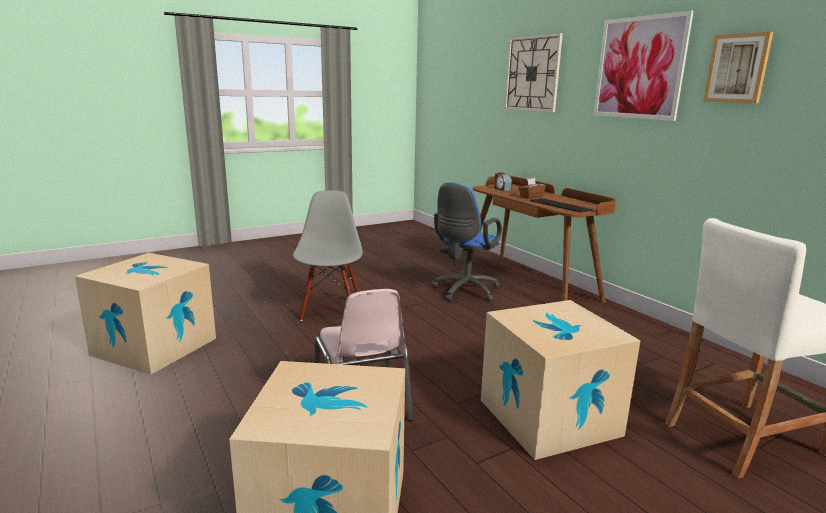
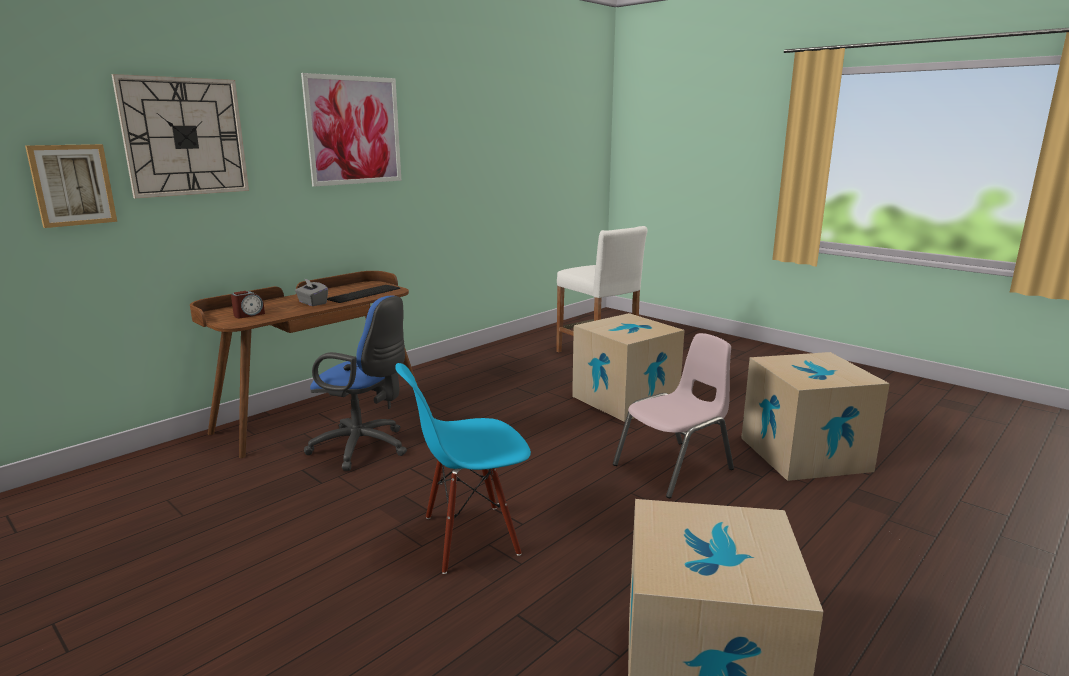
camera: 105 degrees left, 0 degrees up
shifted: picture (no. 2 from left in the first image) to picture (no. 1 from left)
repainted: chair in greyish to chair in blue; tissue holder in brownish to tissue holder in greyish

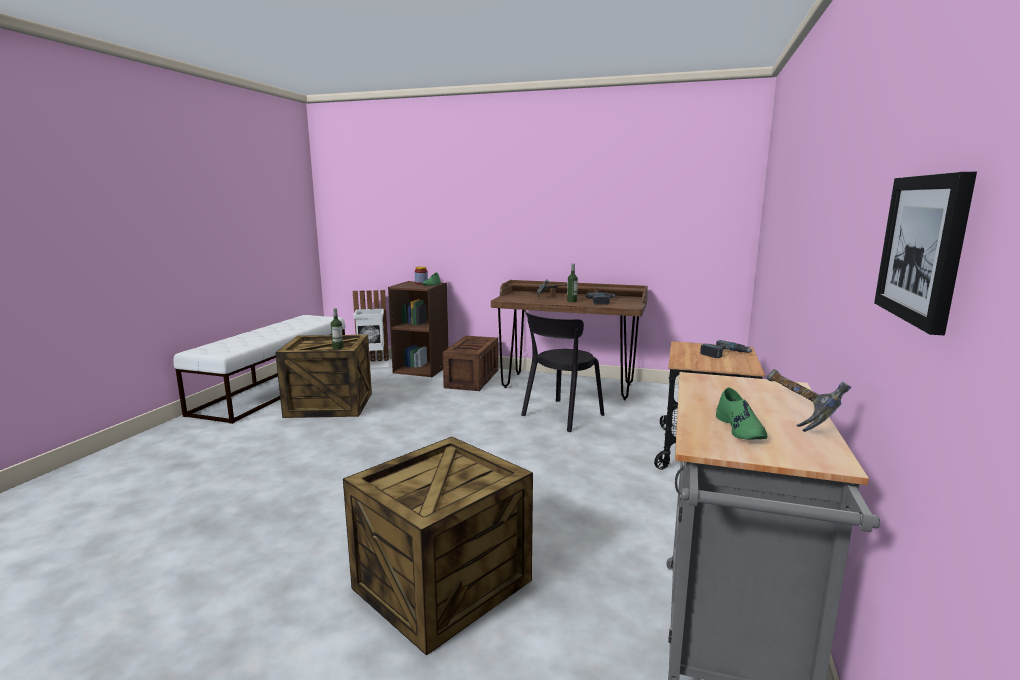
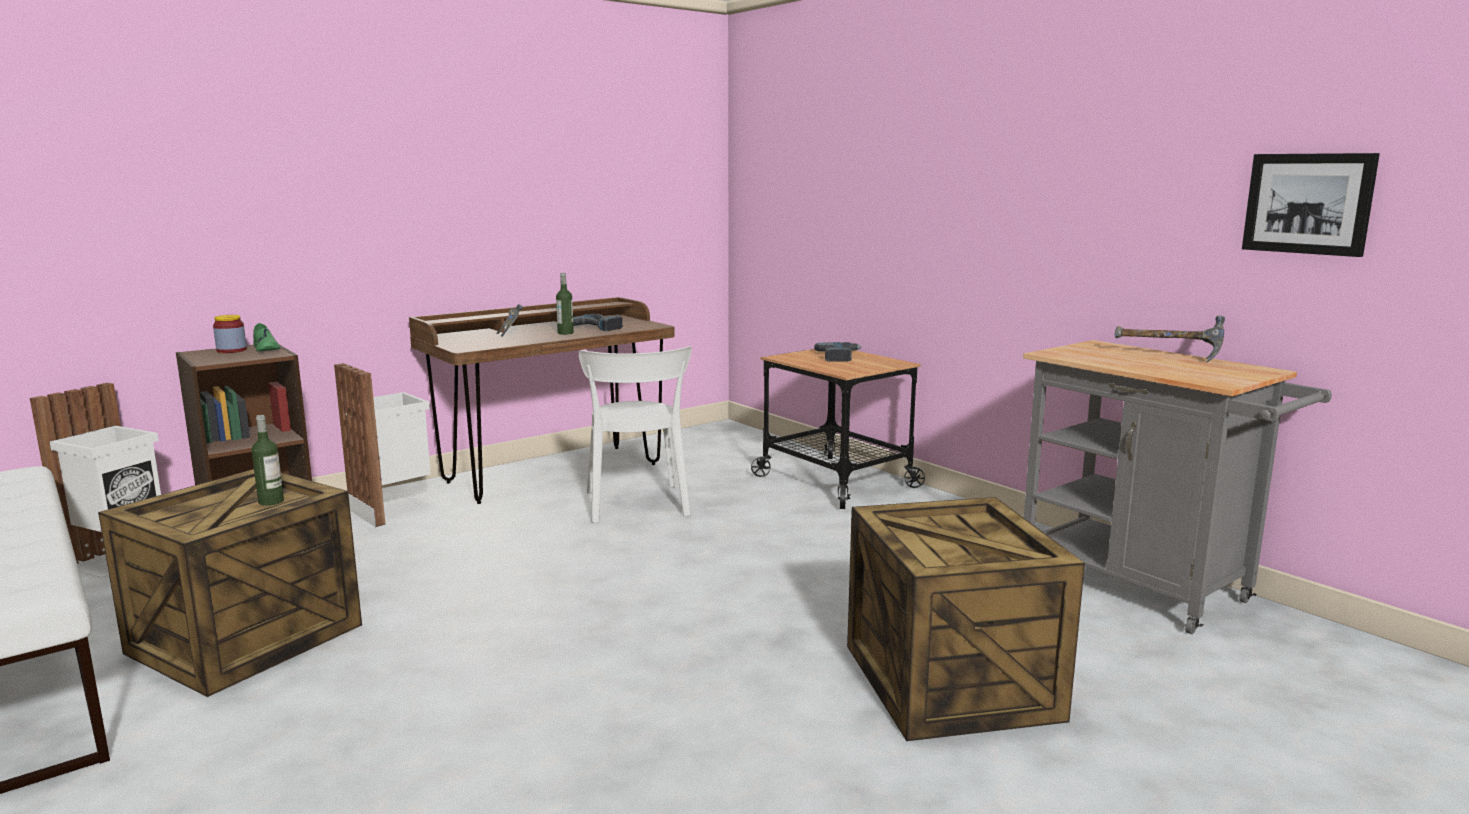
camera: 55 degrees left, 0 degrees up
gone: shoe in greenish (no. 2 from left)
swapped: crate (no. 3 from left) to rubbish bin in whitish (no. 2 from left)
repainted: chair in black-coloured to chair in whitish

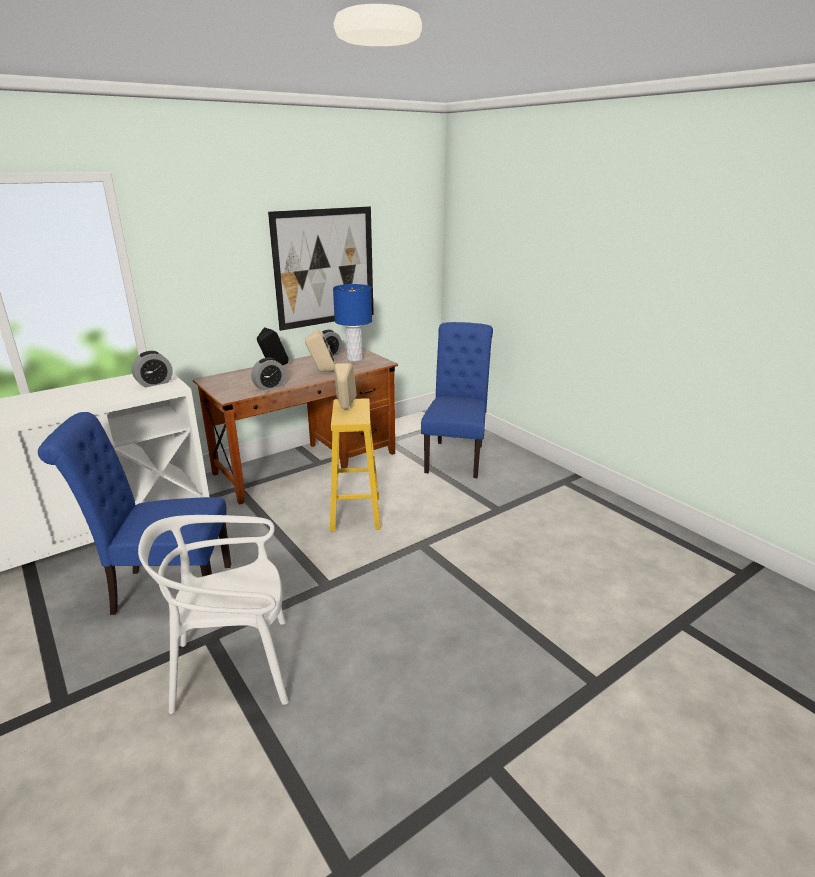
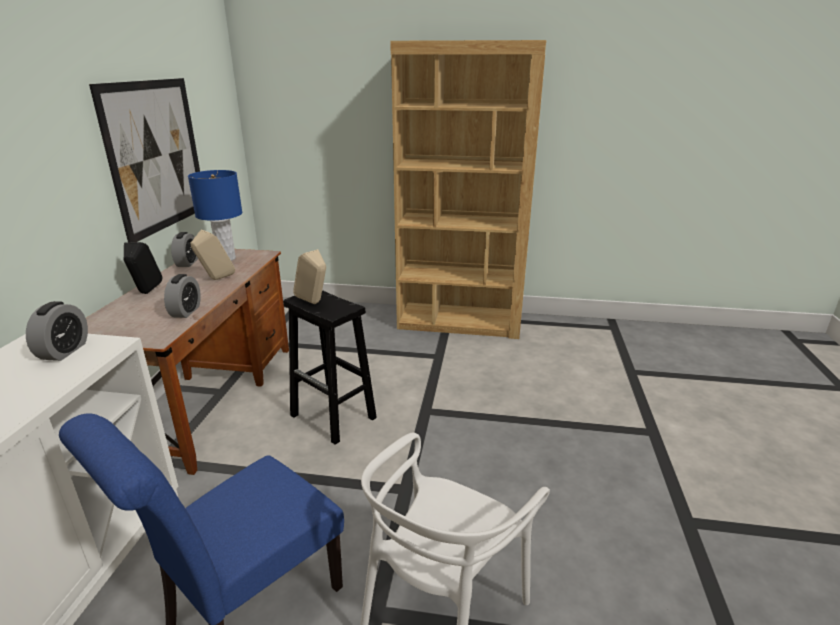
camera: 45 degrees left, 0 degrees up
gone: chair in blue (no. 2 from left)
new: shelving unit in brownish
repainted: sitting stool in yellow-coloured to sitting stool in black-coloured

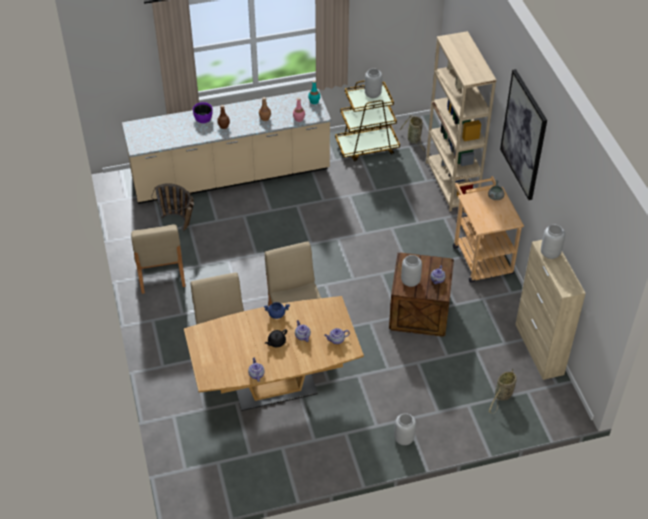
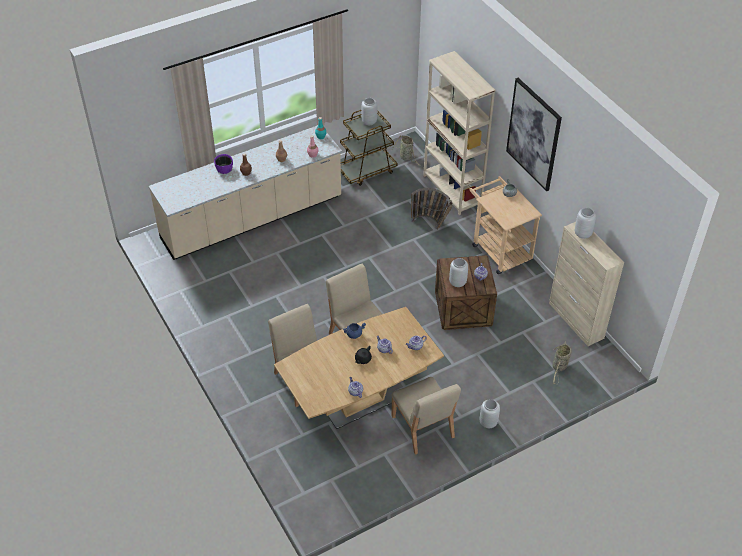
camera: 15 degrees left, 0 degrees up
shifted: chair in beige (no. 1 from left in the first image) to chair in beige (no. 3 from left); storage basket (no. 1 from left in the first image) to storage basket (no. 2 from left)

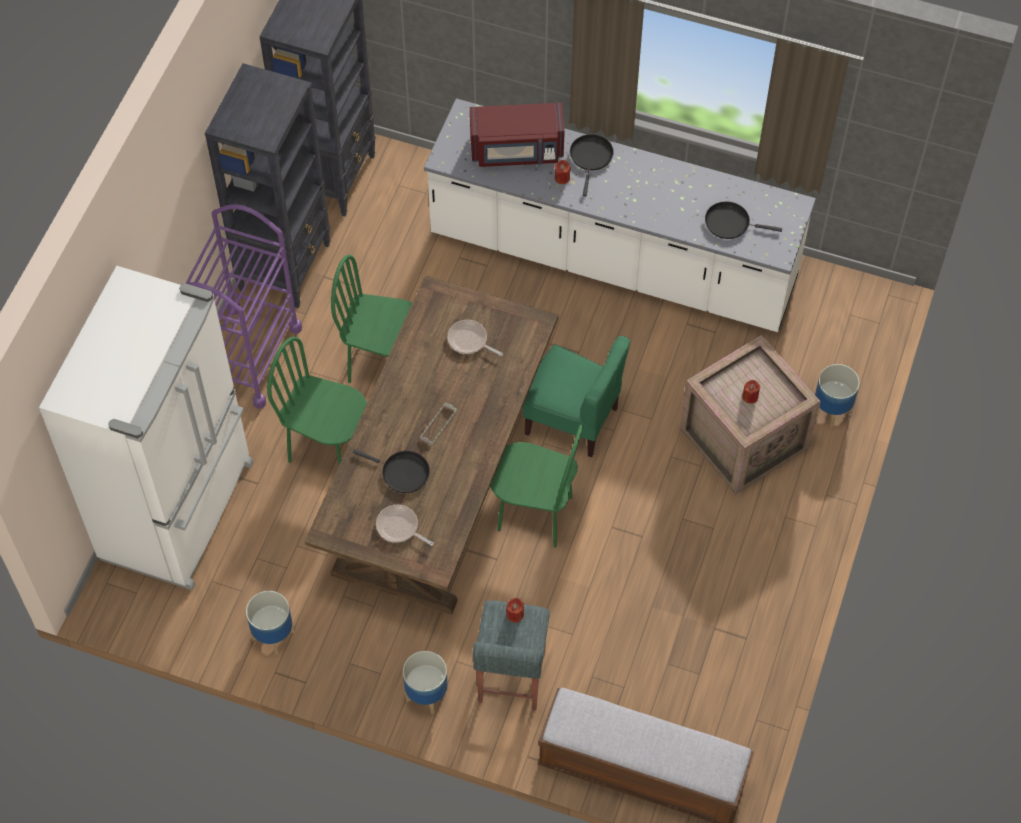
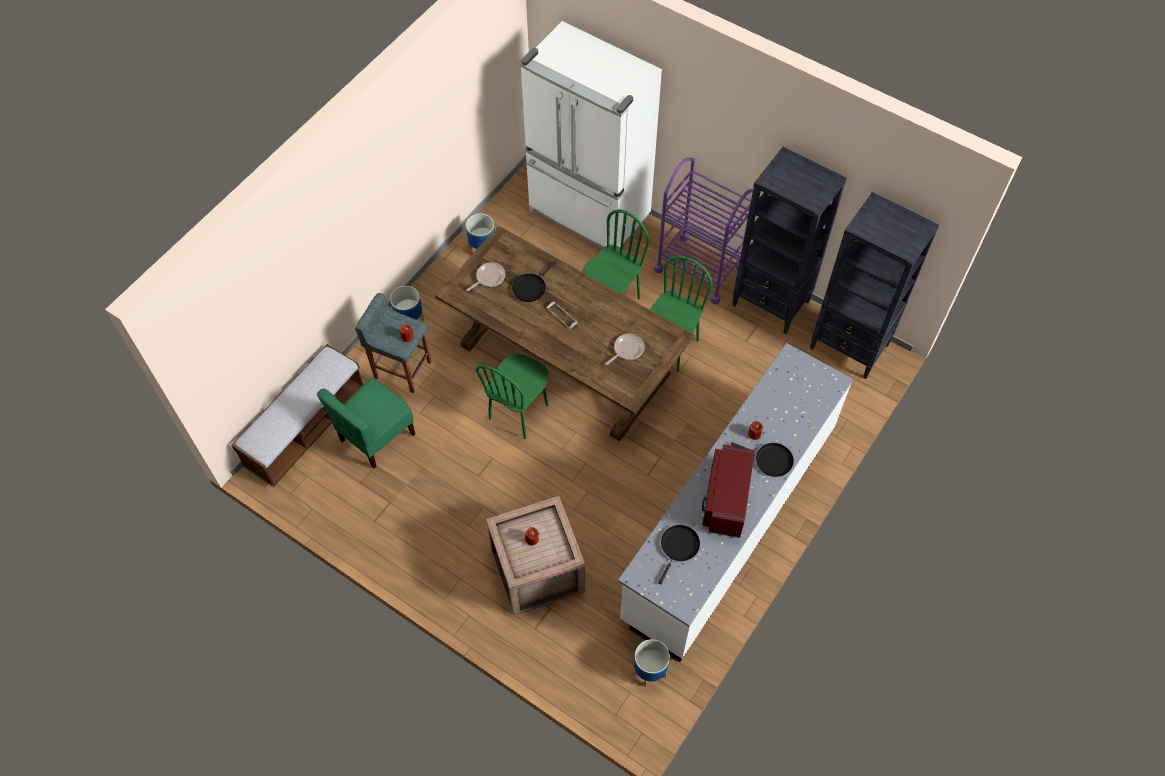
camera: 105 degrees right, 0 degrees up
shifted: microwave oven in red-coloured; chair in greenish (no. 4 from left in the first image) to chair in greenish (no. 1 from left); planter (no. 3 from left)

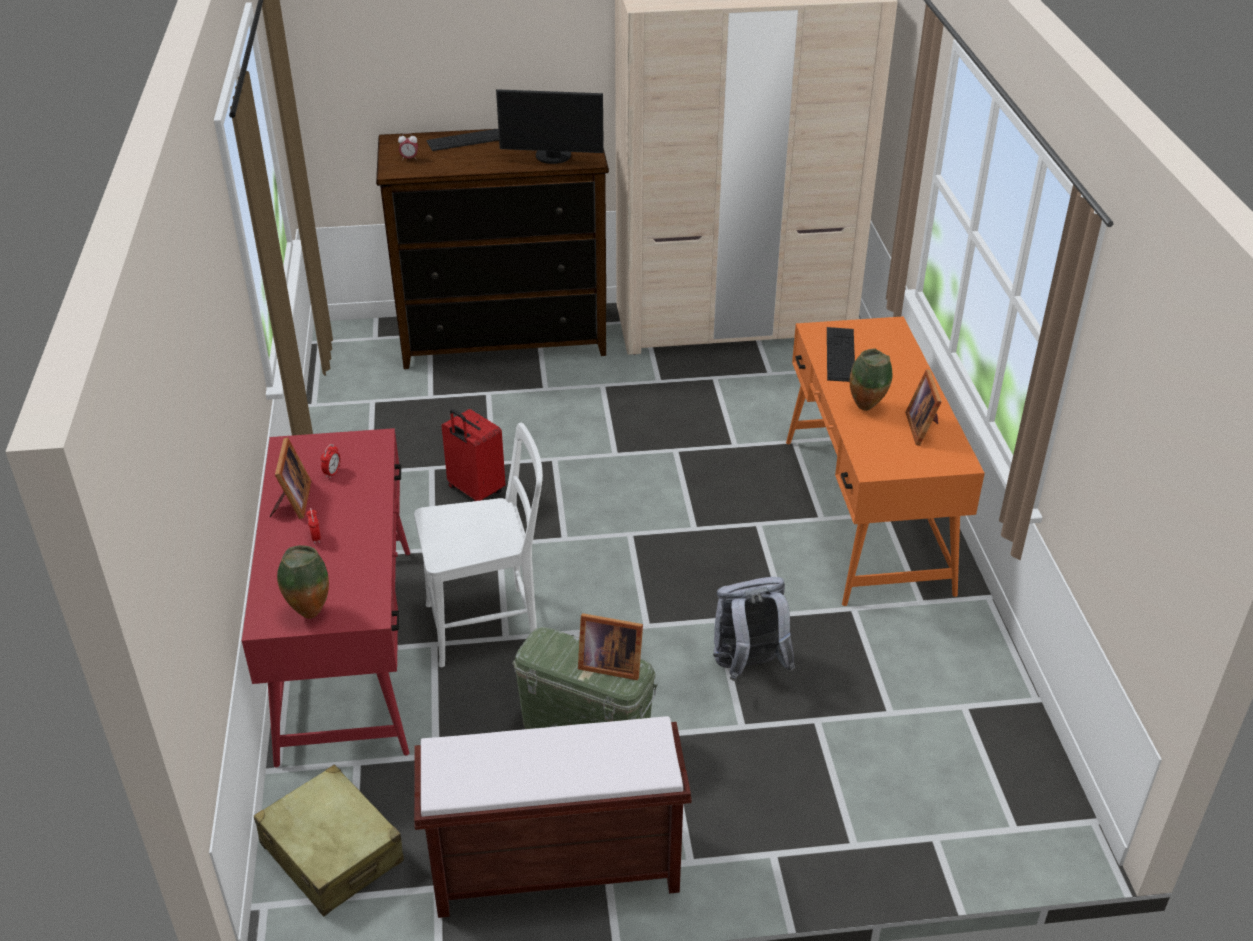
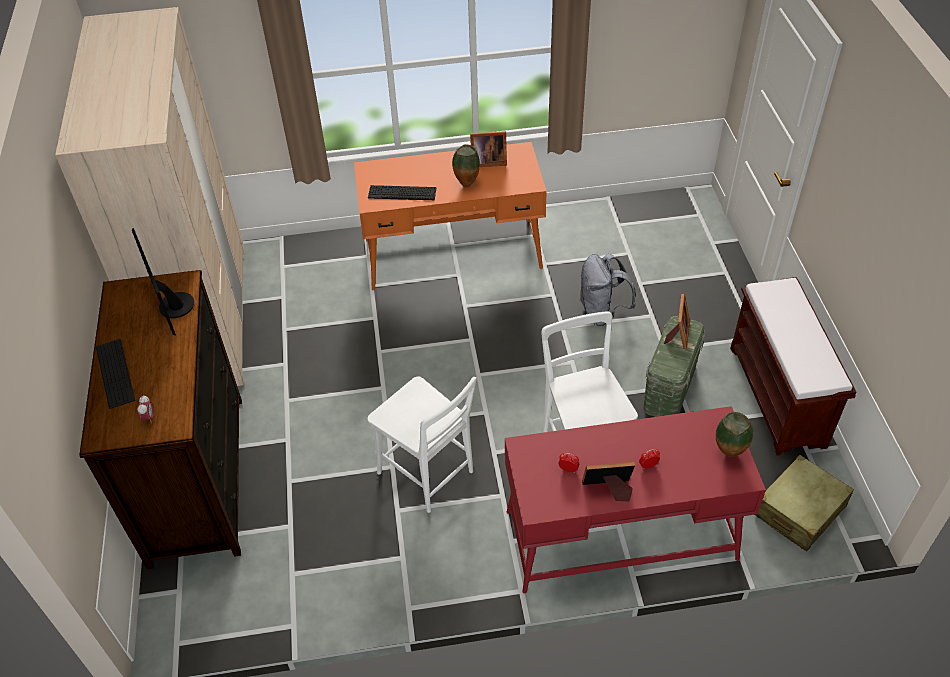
camera: 90 degrees left, 10 degrees up
swapped: piece of luggage in red-coloured to chair in whitish (no. 1 from left)
rotated: computer screen 150 degrees clockwise

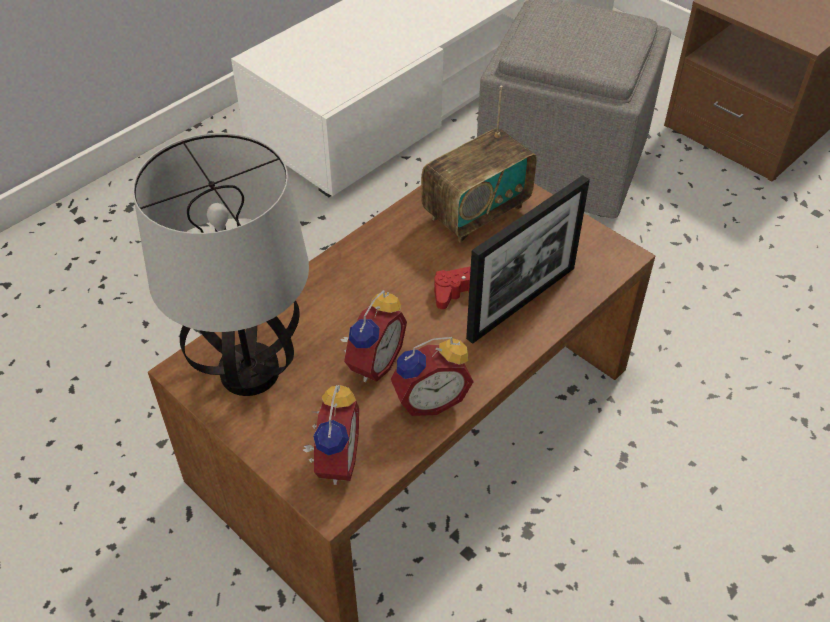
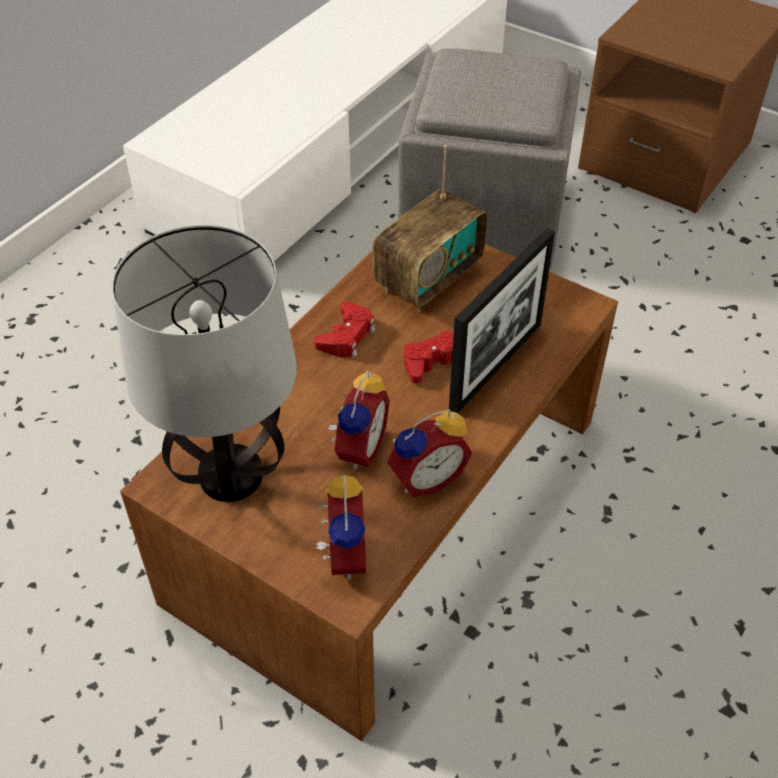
camera: 10 degrees left, 0 degrees up
new: gamepad in red-coloured (no. 1 from left)

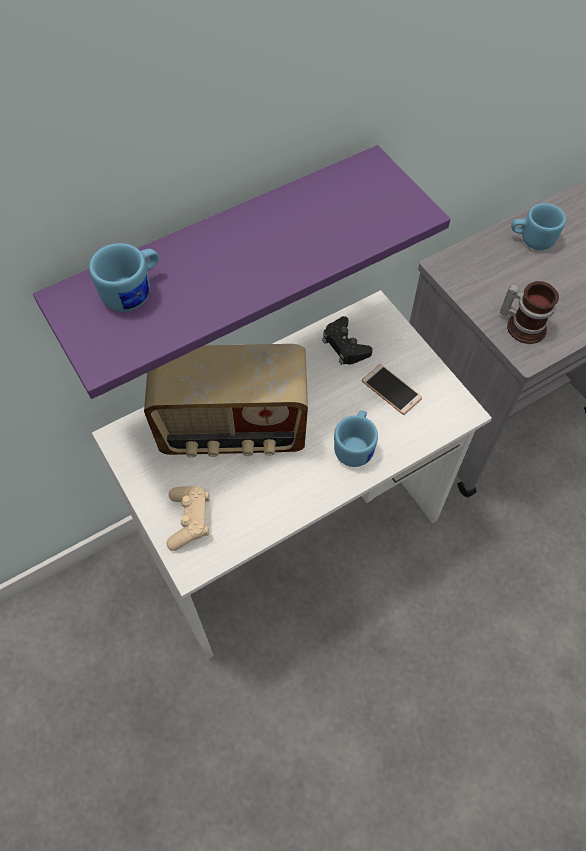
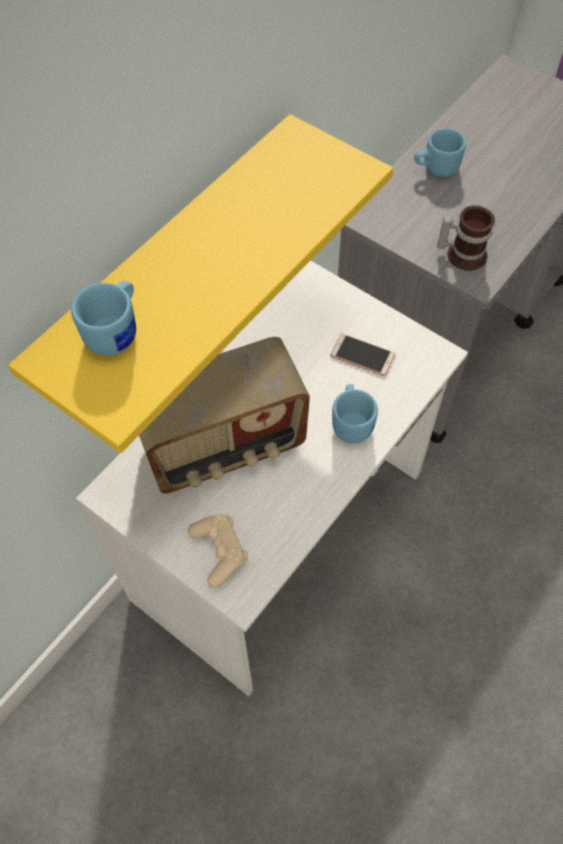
camera: 20 degrees left, 0 degrees up
gone: gamepad in black-coloured
repainted: shelf in purple to shelf in yellow-coloured

